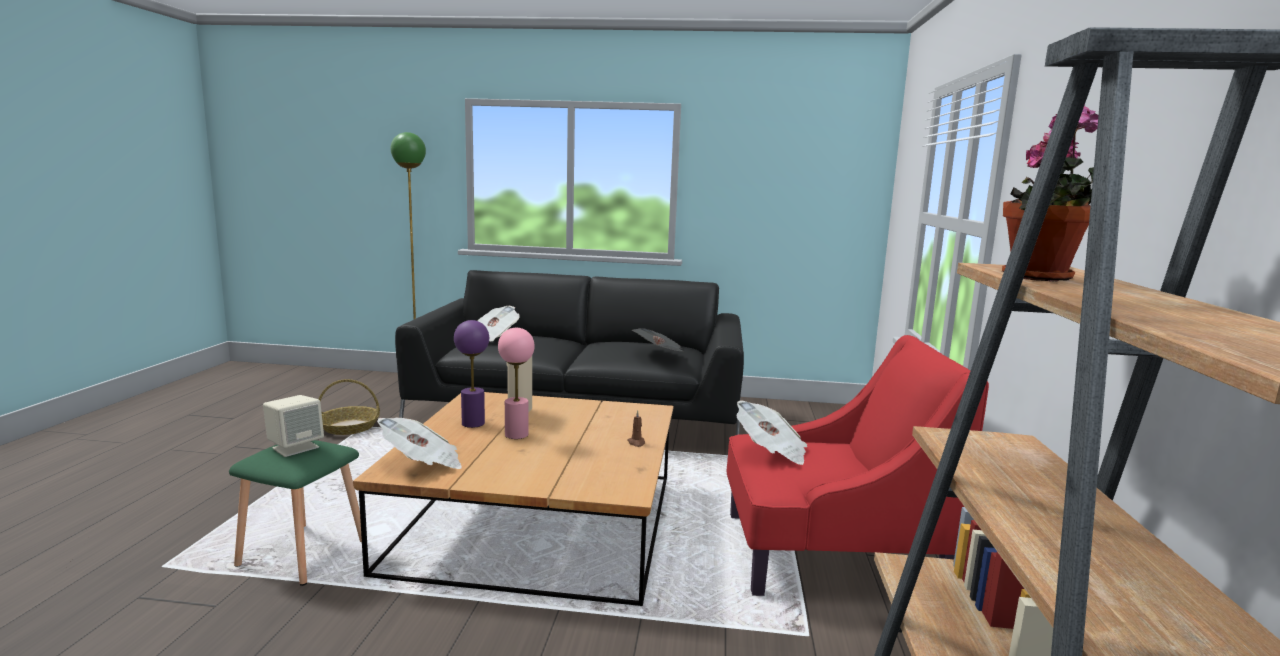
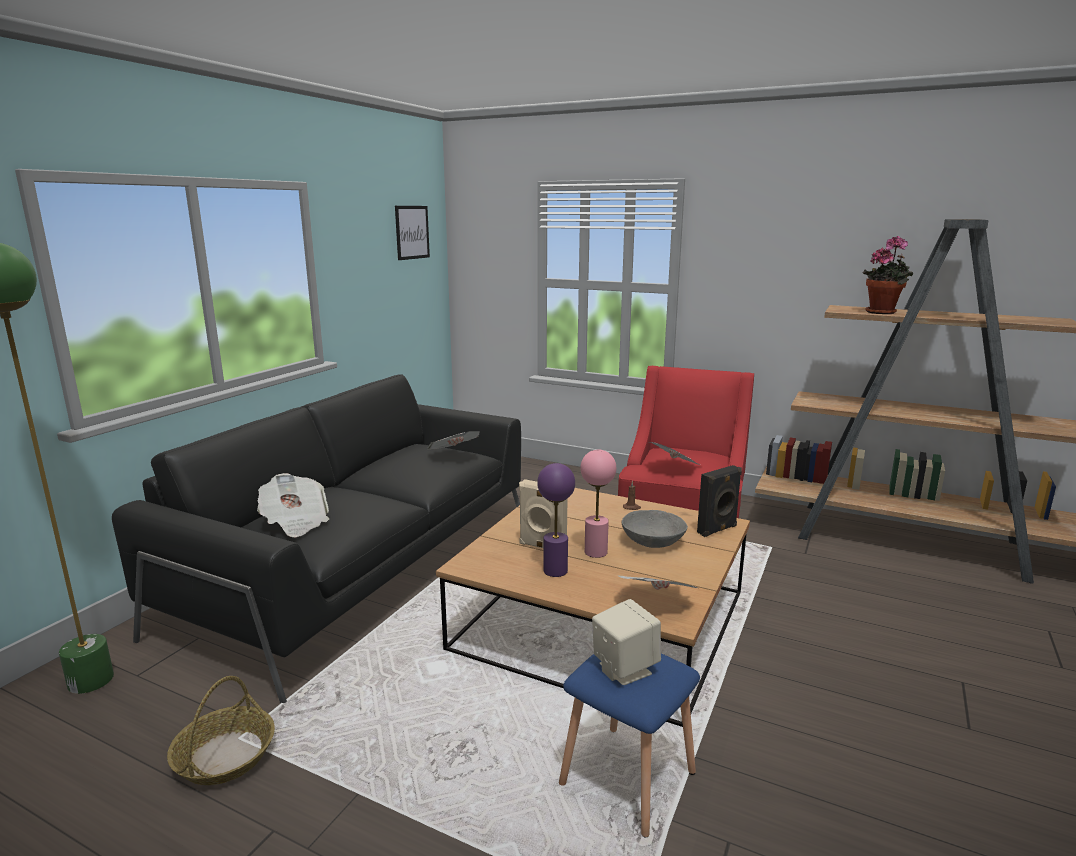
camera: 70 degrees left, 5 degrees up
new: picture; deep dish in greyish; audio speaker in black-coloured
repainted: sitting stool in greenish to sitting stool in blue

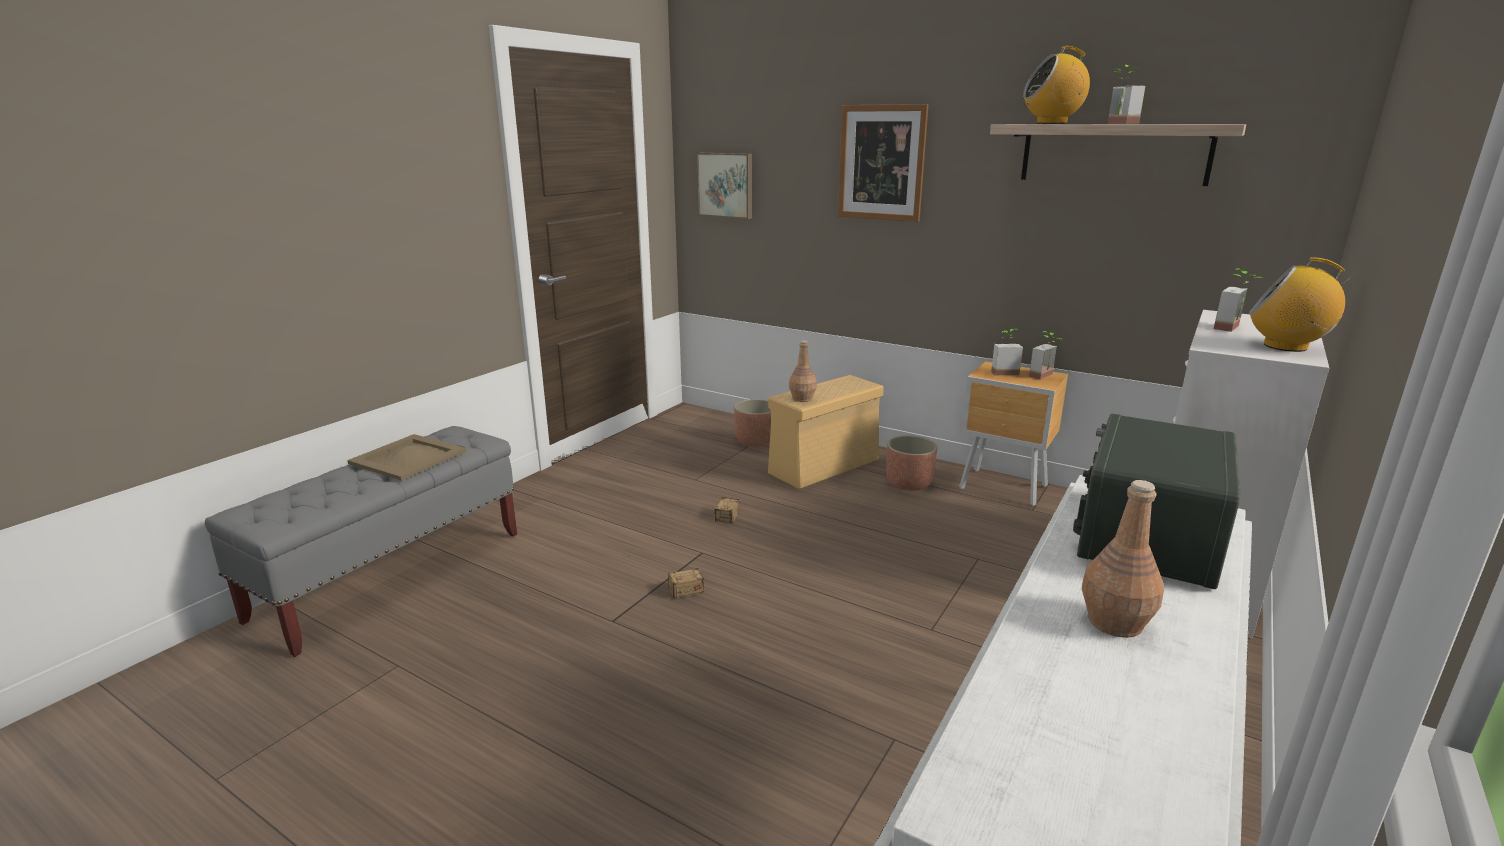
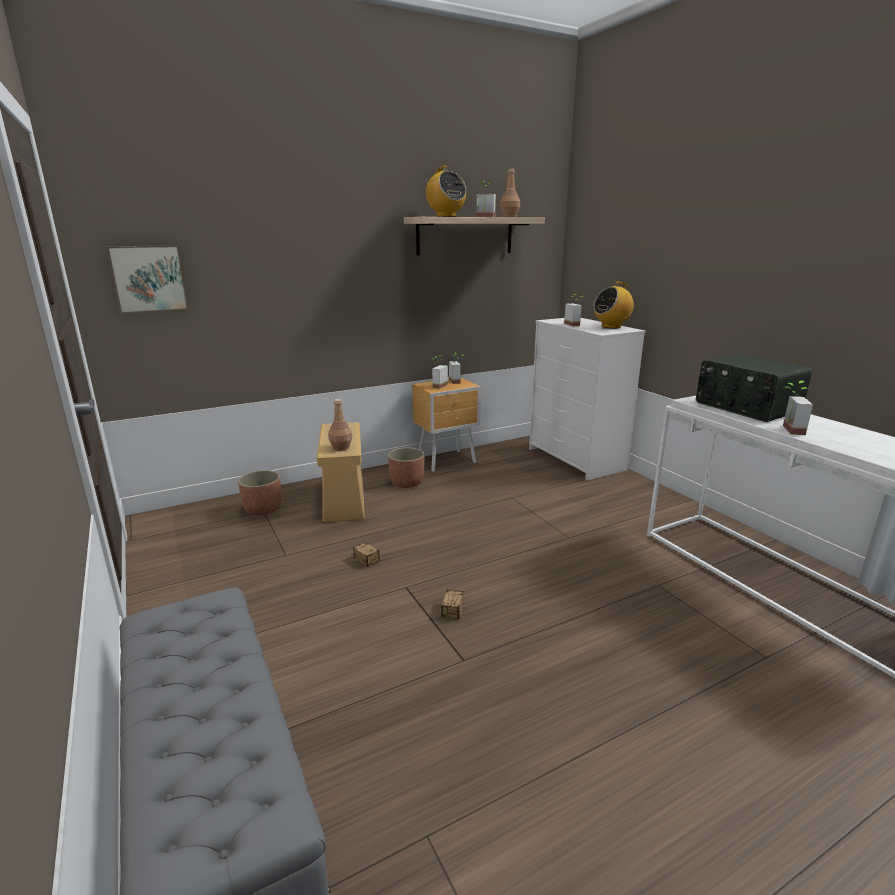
camera: 60 degrees left, 0 degrees up
gone: tray in beige; picture (no. 2 from left)
new: plant in a pot (no. 5 from left)
shifted: drink bottle in brownish (no. 2 from left)
rotated: radio receiver (no. 1 from left) 60 degrees counterclockwise

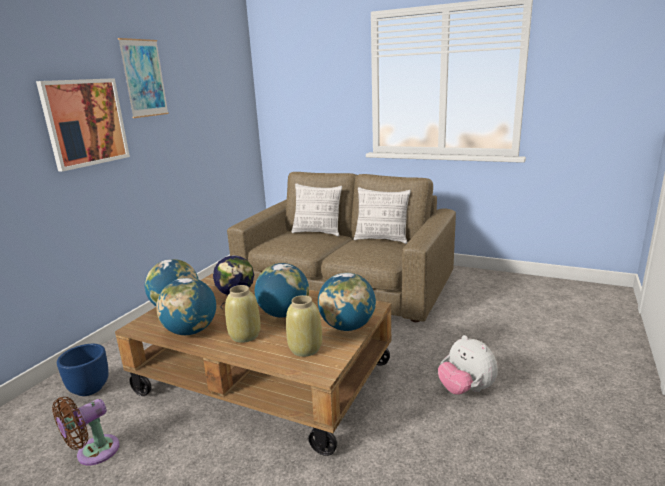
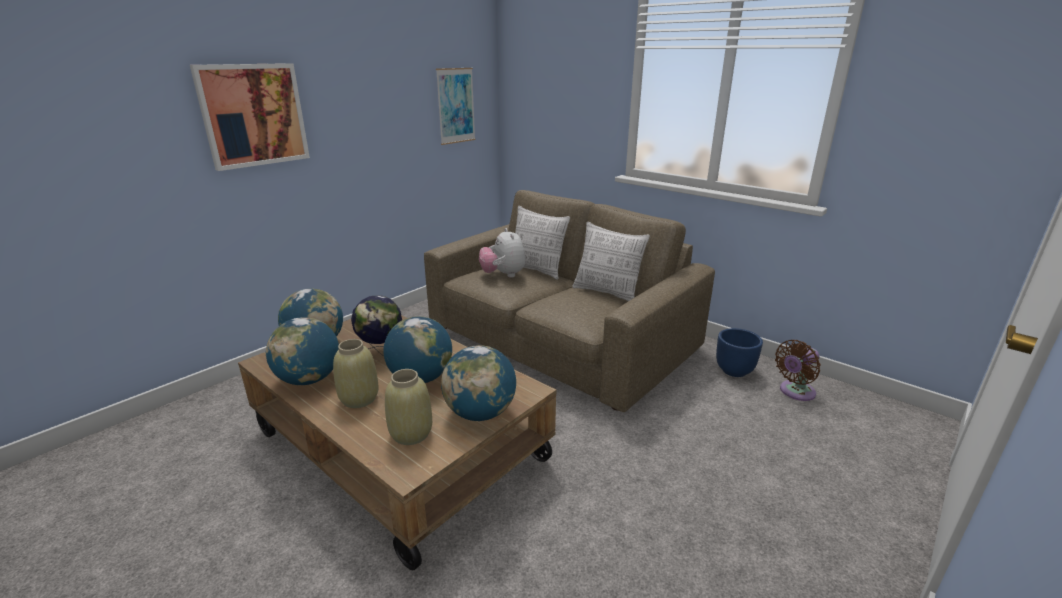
camera: 15 degrees right, 5 degrees up
shifted: fan in brownish; planter in blue; picture (no. 2 from left); soft toy

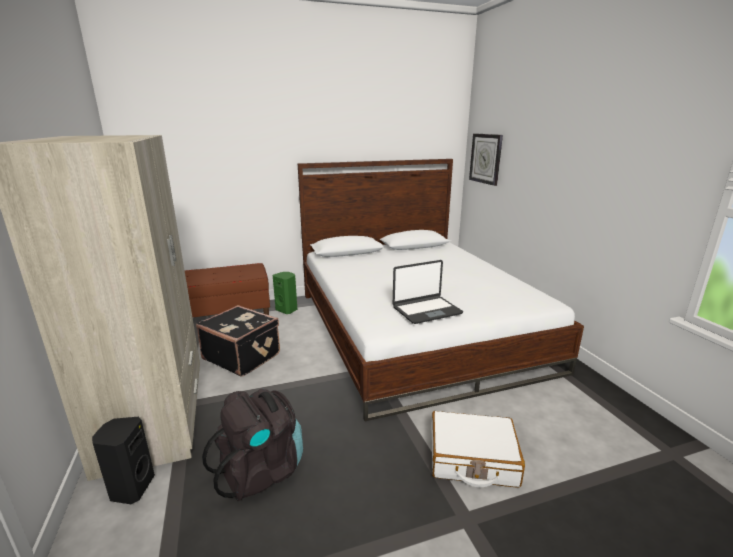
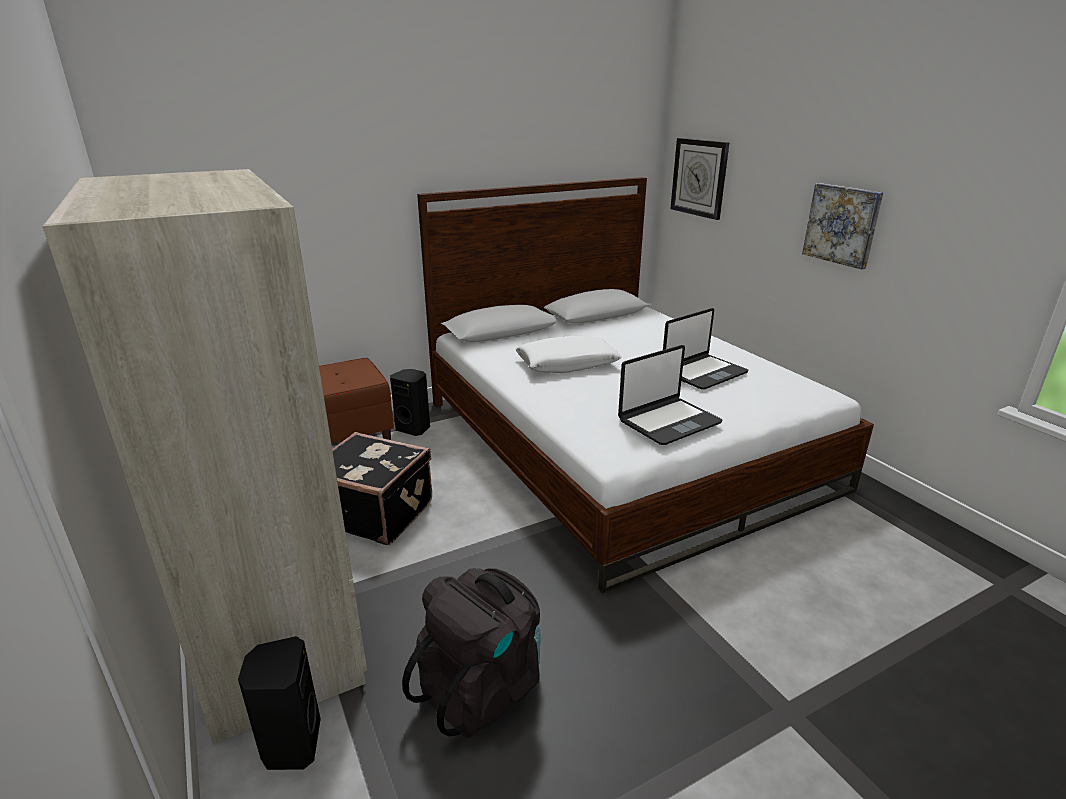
camera: 10 degrees left, 5 degrees up
gone: piece of luggage in whitish
new: cushion in whitish; notebook computer (no. 2 from left); picture
repainted: audio speaker in greenish to audio speaker in black-coloured (no. 2 from left)

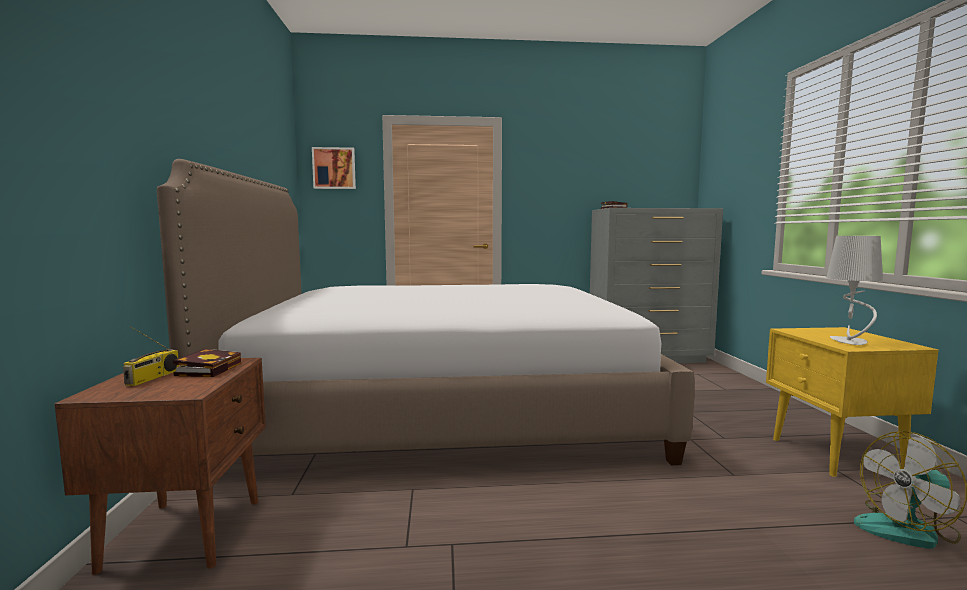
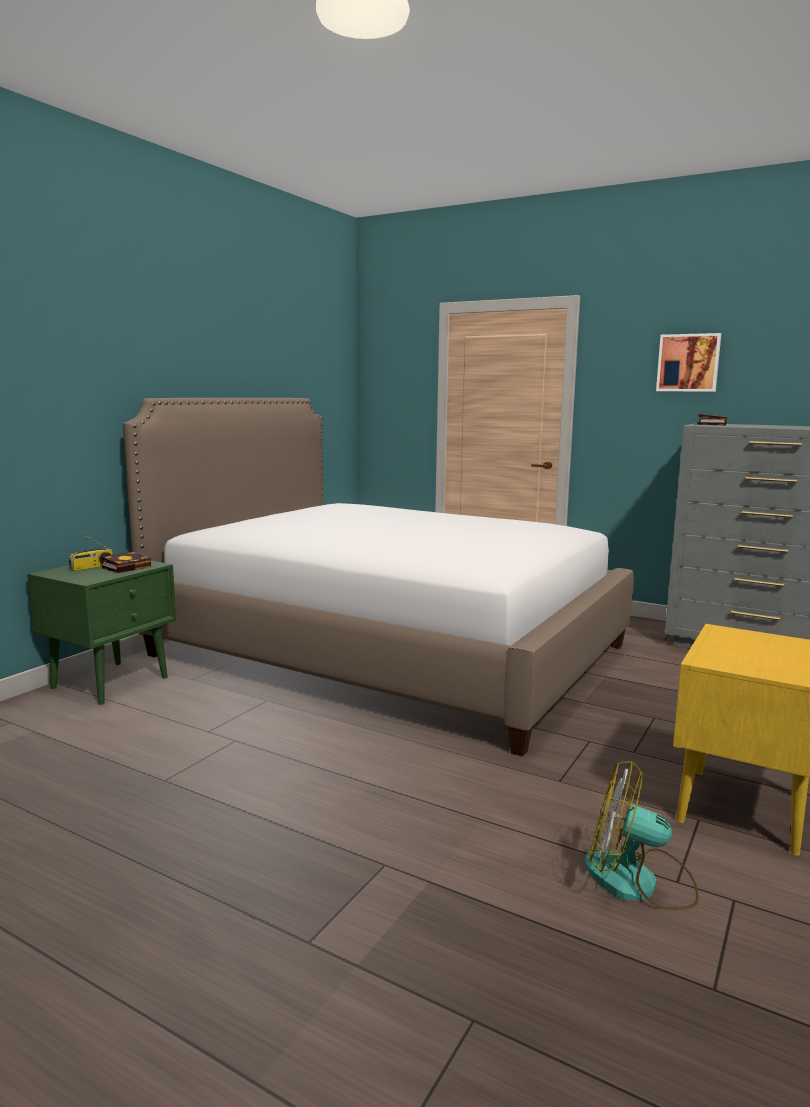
camera: 35 degrees right, 5 degrees up
gone: table lamp in greyish
shifted: picture
repainted: night table in brownish to night table in greenish

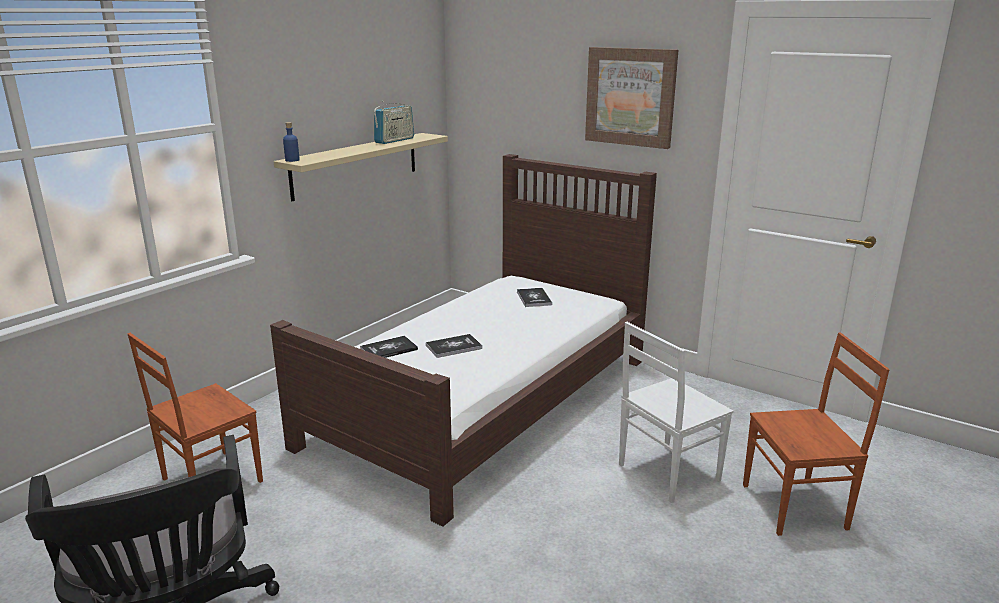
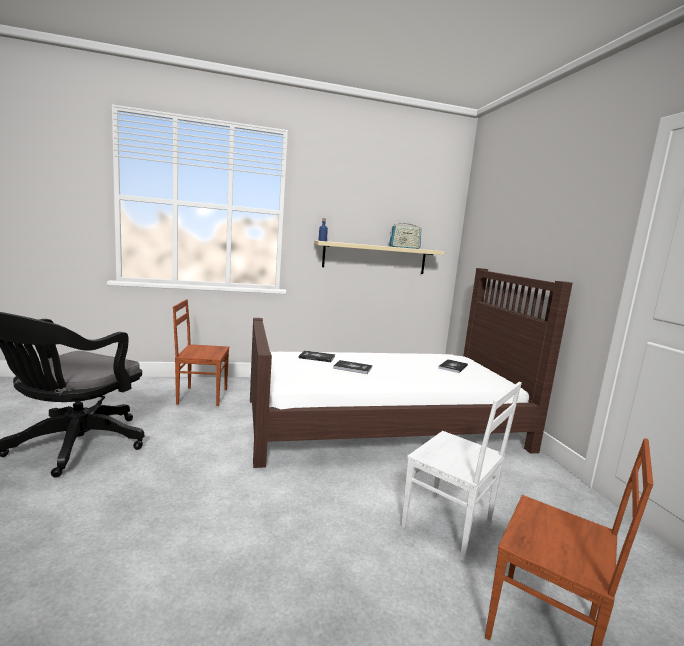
camera: 40 degrees right, 10 degrees down
gone: picture
rotated: chair in whitish 150 degrees counterclockwise

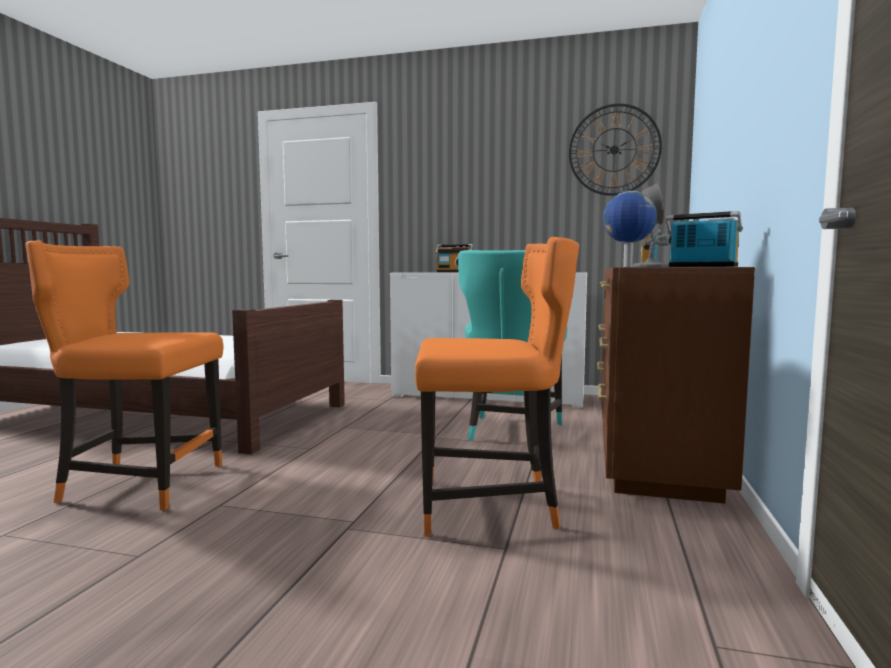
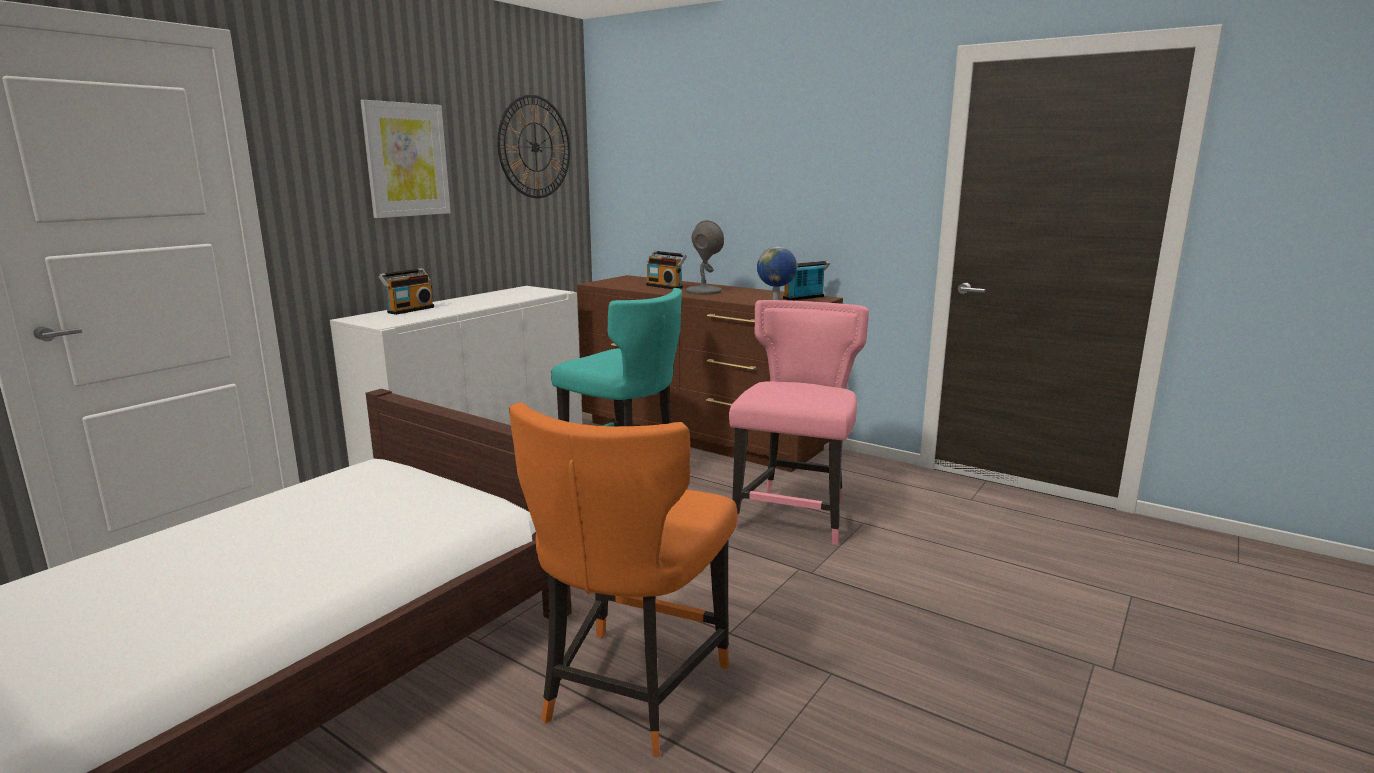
camera: 70 degrees left, 10 degrees up
new: picture
repainted: chair in orangey (no. 2 from left) to chair in pink

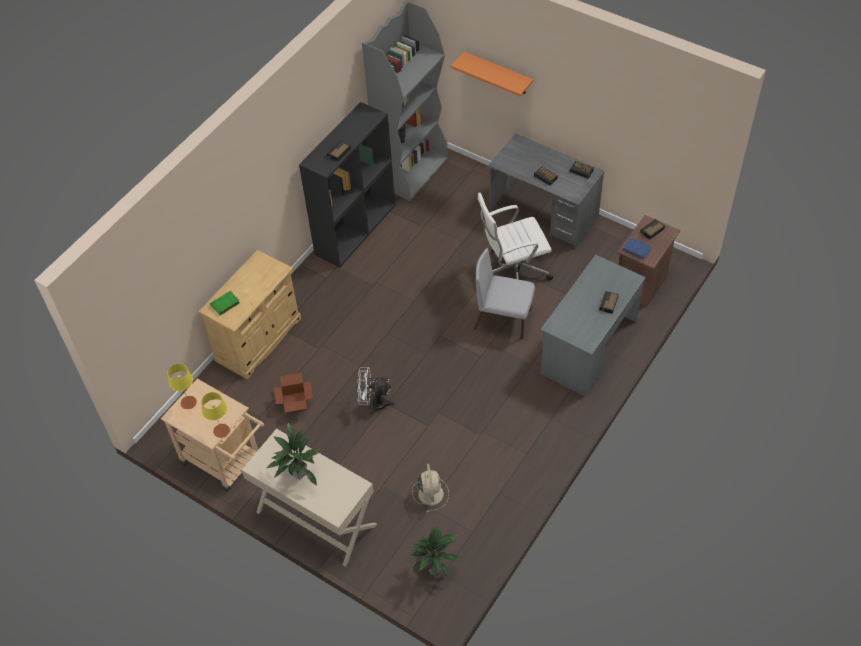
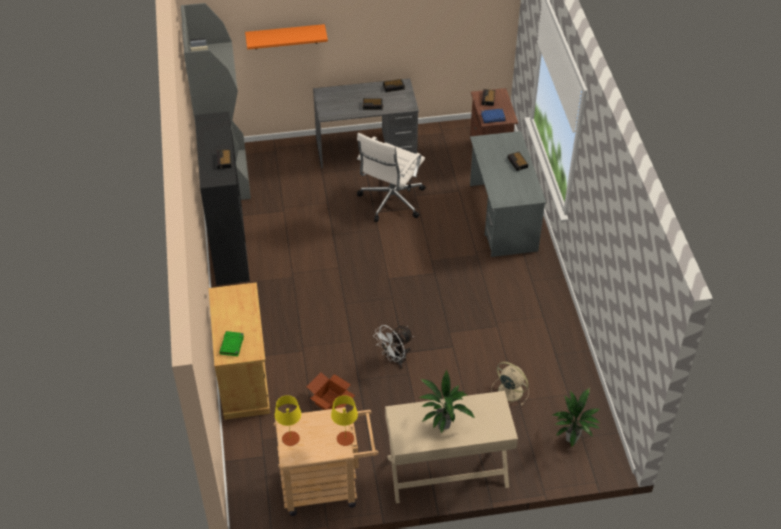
camera: 45 degrees left, 5 degrees down
gone: chair in greyish

